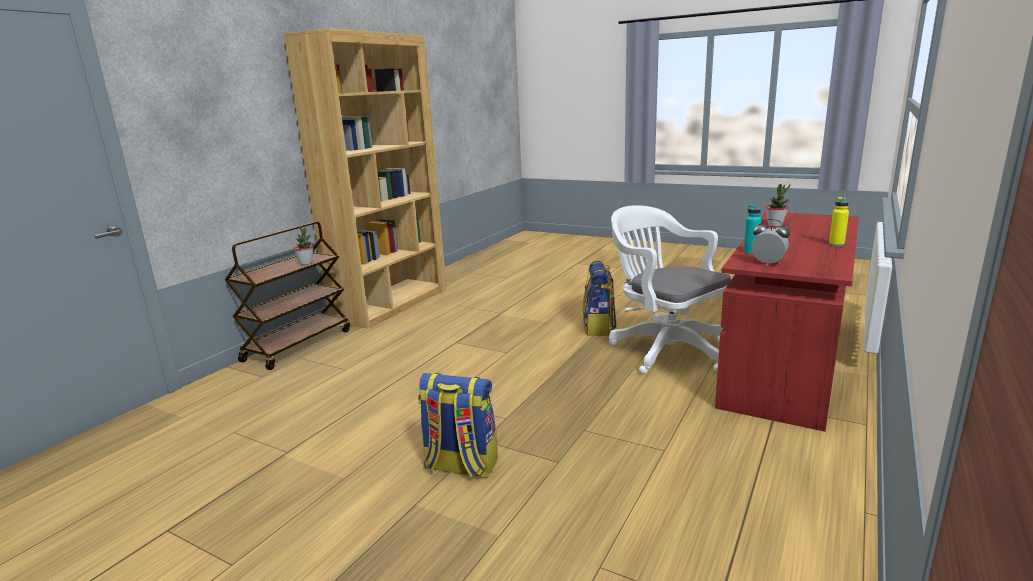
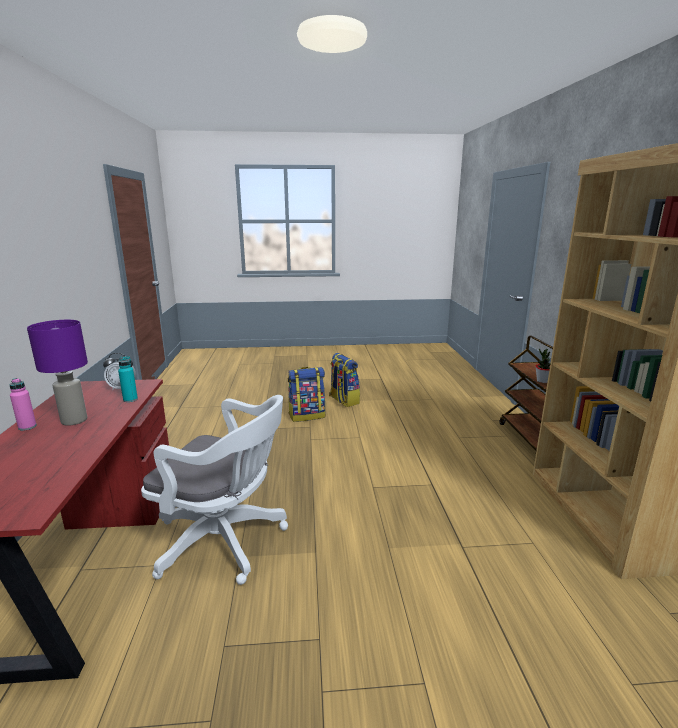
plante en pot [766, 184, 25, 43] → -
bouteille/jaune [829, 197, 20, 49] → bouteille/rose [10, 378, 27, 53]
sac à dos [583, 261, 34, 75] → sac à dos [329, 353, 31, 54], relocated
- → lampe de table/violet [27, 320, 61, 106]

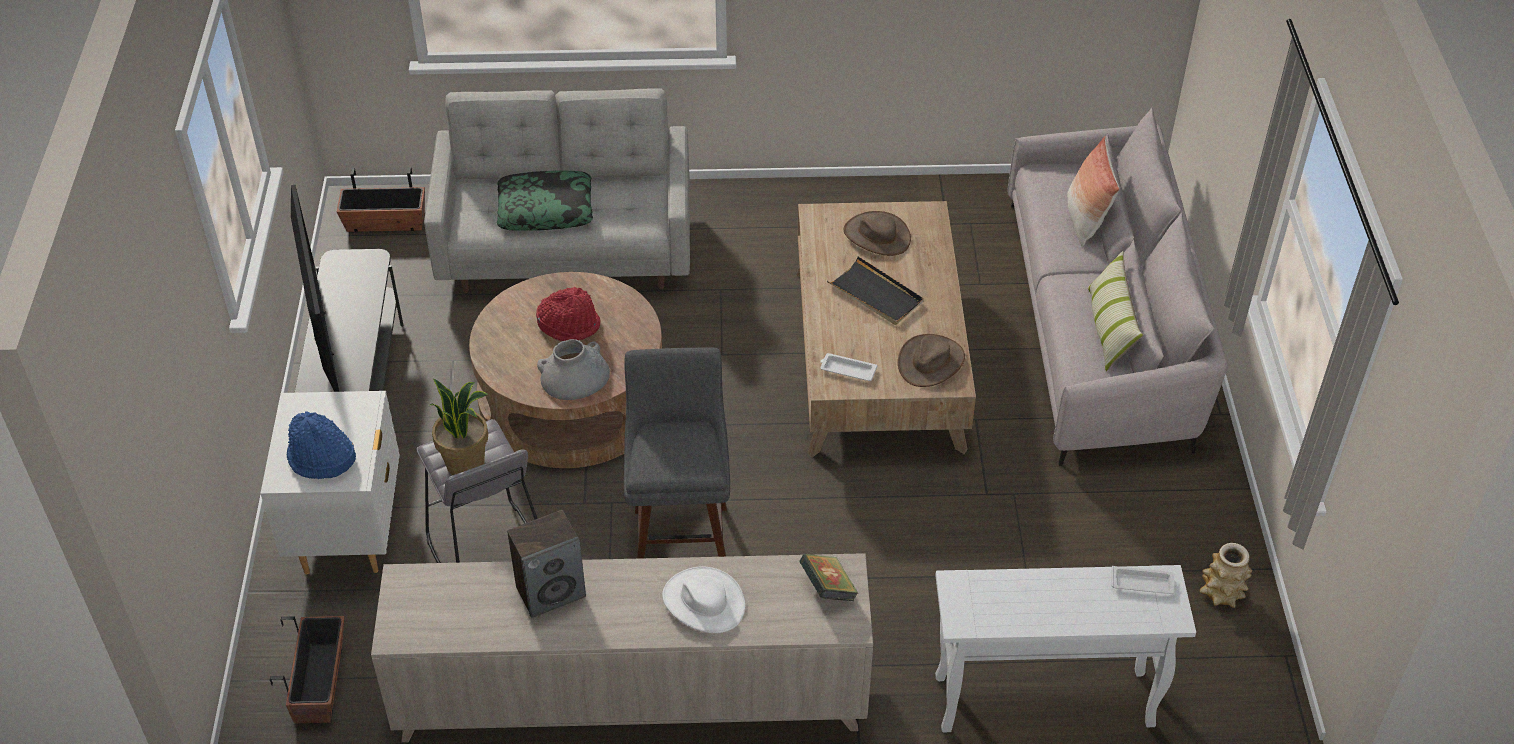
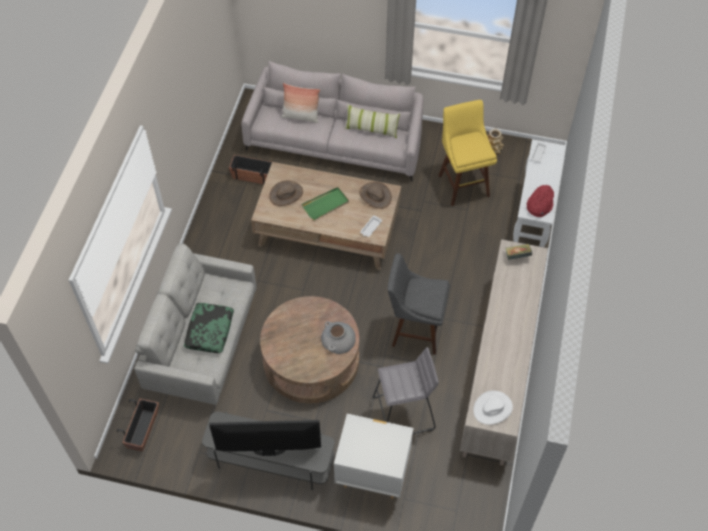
plateau/noir [827, 256, 97, 69] → plateau/vert [302, 187, 47, 33]
chapeau/rouge [536, 287, 65, 54] → chapeau/rouge [527, 185, 27, 32], relocated
plante en pot [430, 378, 58, 97] → -
chapeau/bleu [287, 411, 69, 68] → -
enceinte [507, 510, 79, 108] → -
chapeau/blanc [662, 567, 83, 66] → chapeau/blanc [473, 391, 40, 34], relocated
cache-pot [270, 616, 74, 107] → cache-pot [229, 155, 43, 29], relocated
- → tabouret/jaune [438, 100, 59, 106]

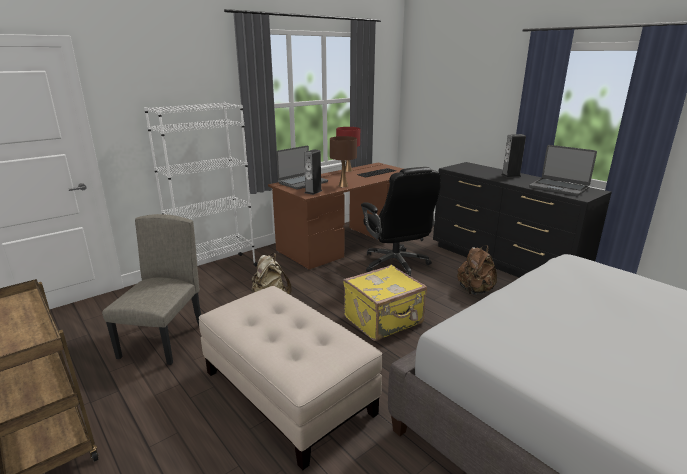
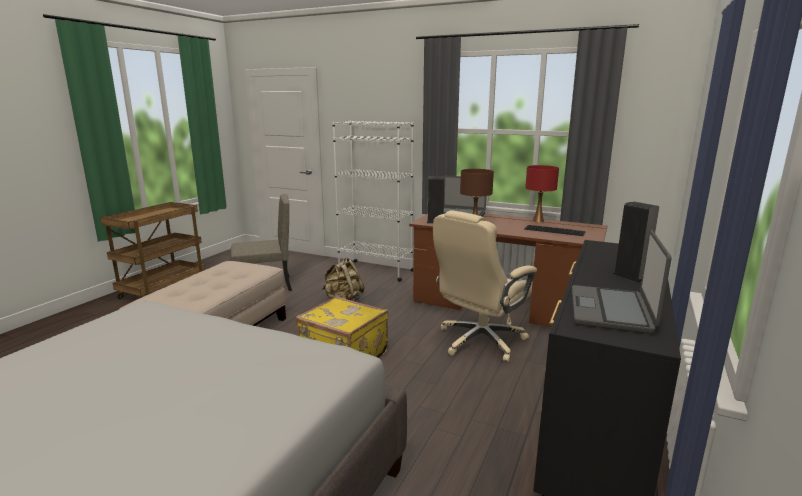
chaise de bureau/noir [361, 167, 80, 110] → chaise de bureau/beige [433, 211, 104, 151]
sac à dos/marron [457, 245, 40, 50] → -

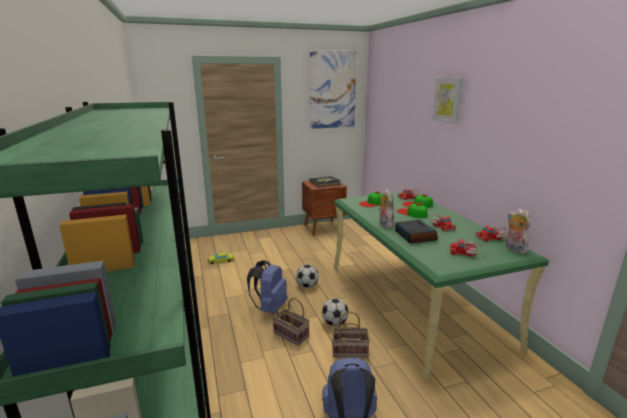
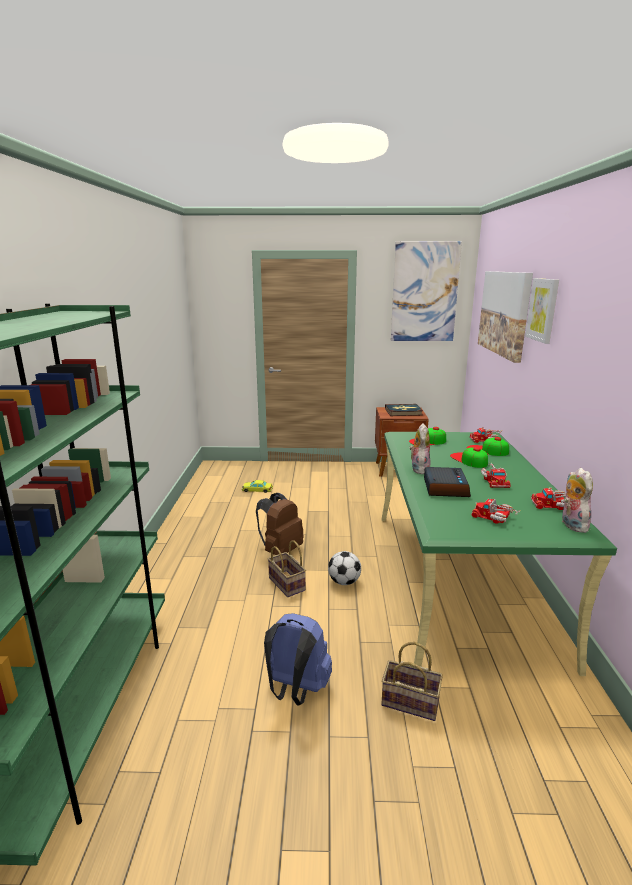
sac à dos/bleu [247, 260, 41, 54] → sac à dos/marron [256, 493, 48, 62]
ballon de foot [296, 265, 23, 23] → -
panier [332, 311, 38, 47] → panier [381, 642, 62, 79], relocated
- → tableau [478, 271, 55, 92]

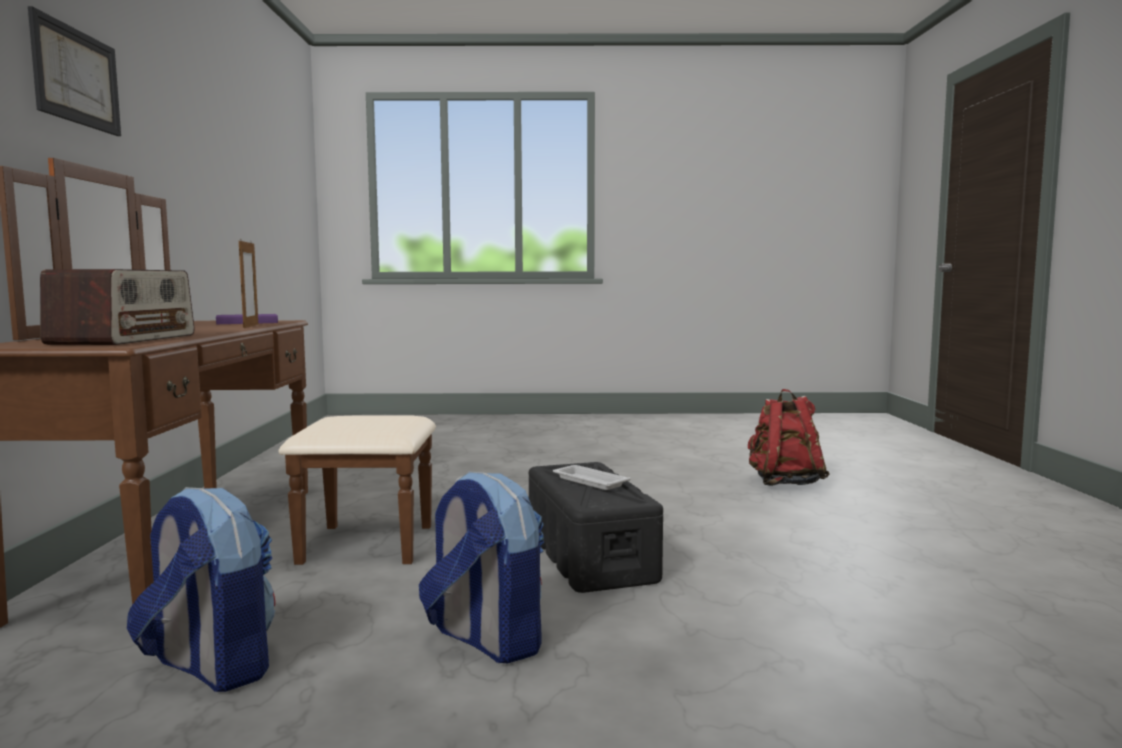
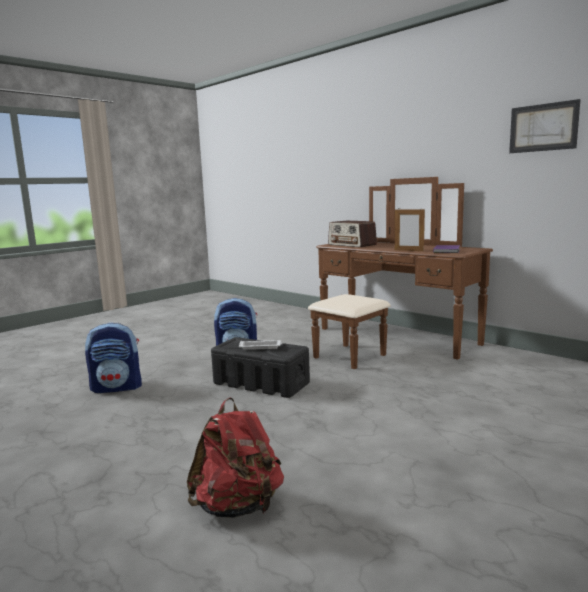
tableau [28, 6, 93, 130] → tableau [509, 99, 72, 54], relocated
sac à dos [127, 487, 148, 205] → sac à dos [85, 323, 57, 70], relocated

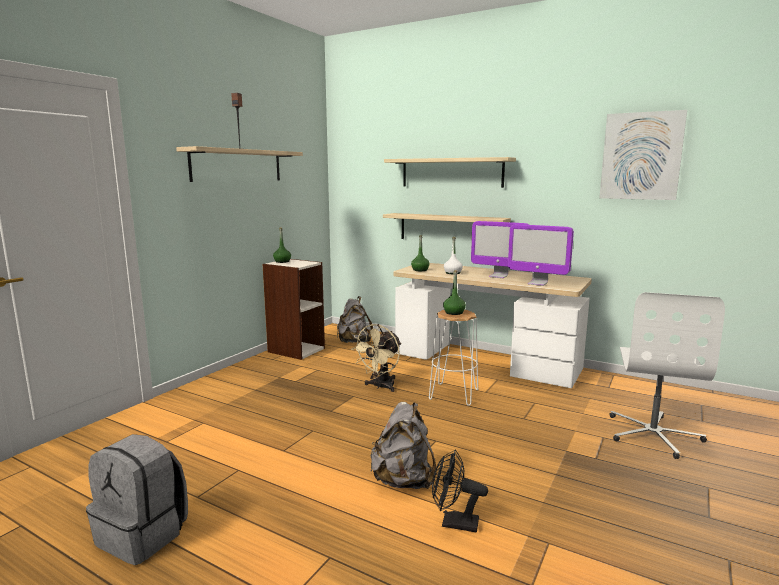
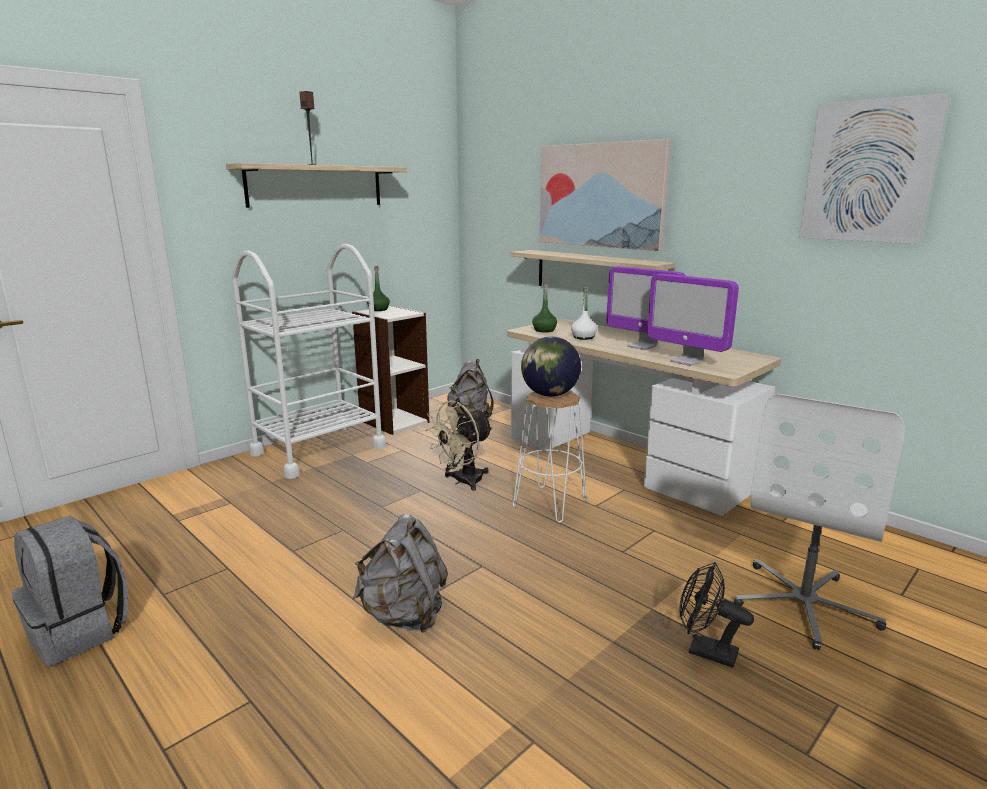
étagère [384, 157, 132, 31] → tableau [539, 139, 132, 112]
bouteille/vert [443, 270, 23, 45] → globe [521, 337, 60, 60]
ventilateur/noir [432, 450, 56, 83] → ventilateur/noir [679, 562, 75, 106], relocated
- → chariot/blanc [232, 244, 155, 235]

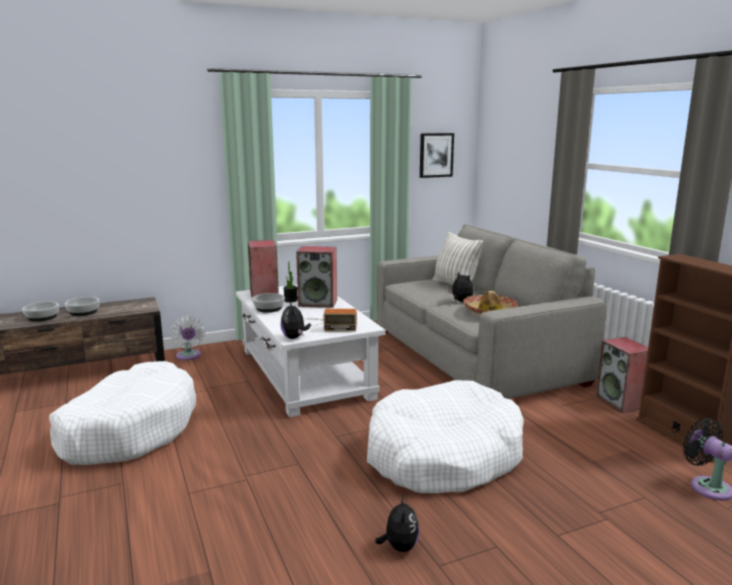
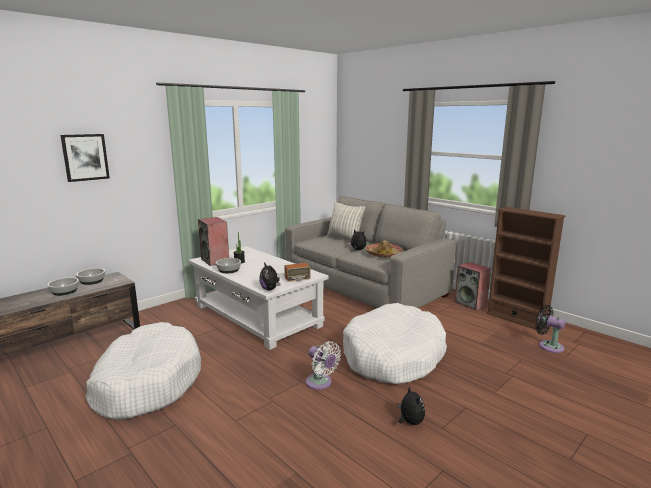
tableau [420, 133, 34, 45] → tableau [60, 134, 50, 48], relocated
enceinte [296, 246, 41, 62] → -
bol [22, 302, 37, 20] → bol [76, 268, 29, 17], relocated
ventilateur/blanc [170, 316, 35, 44] → ventilateur/blanc [305, 341, 36, 49], relocated

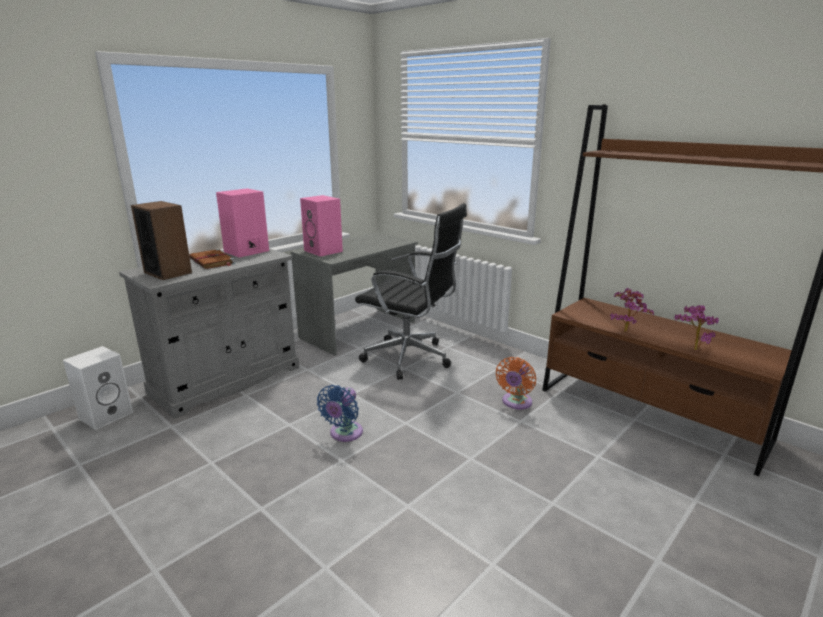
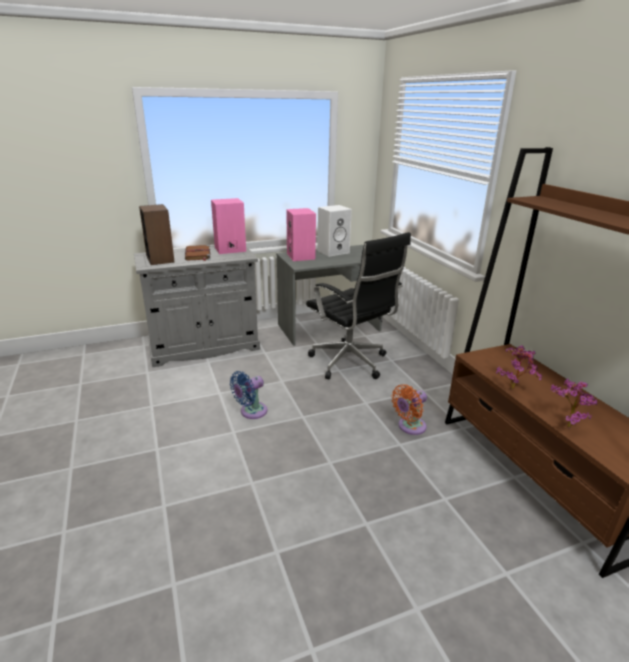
enceinte/blanc [63, 346, 70, 84] → enceinte/blanc [317, 205, 35, 52], relocated

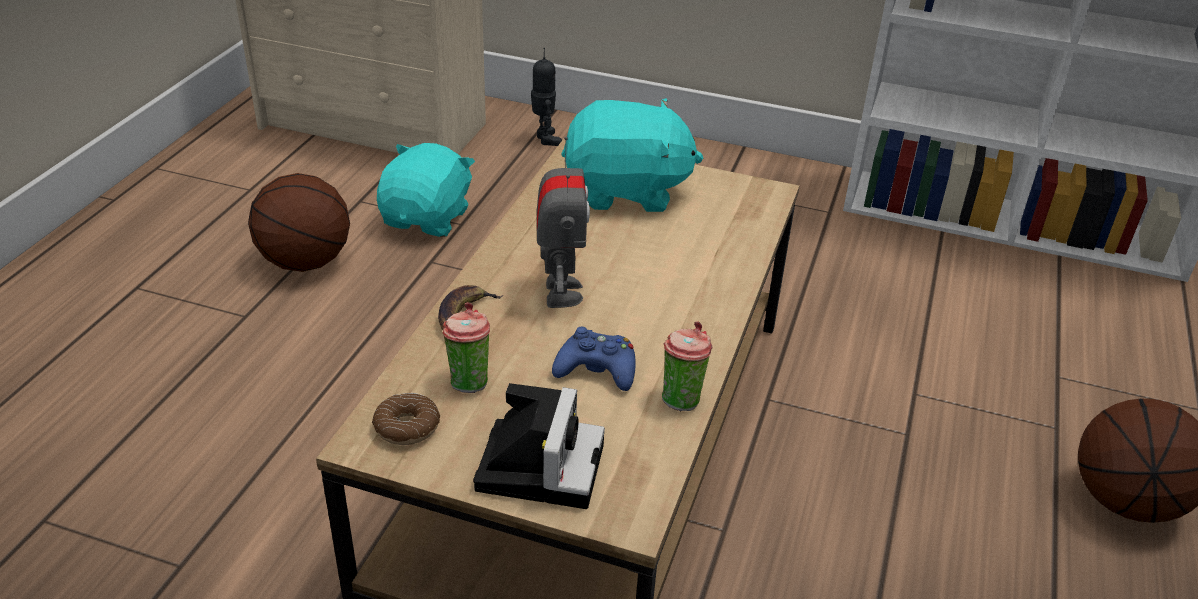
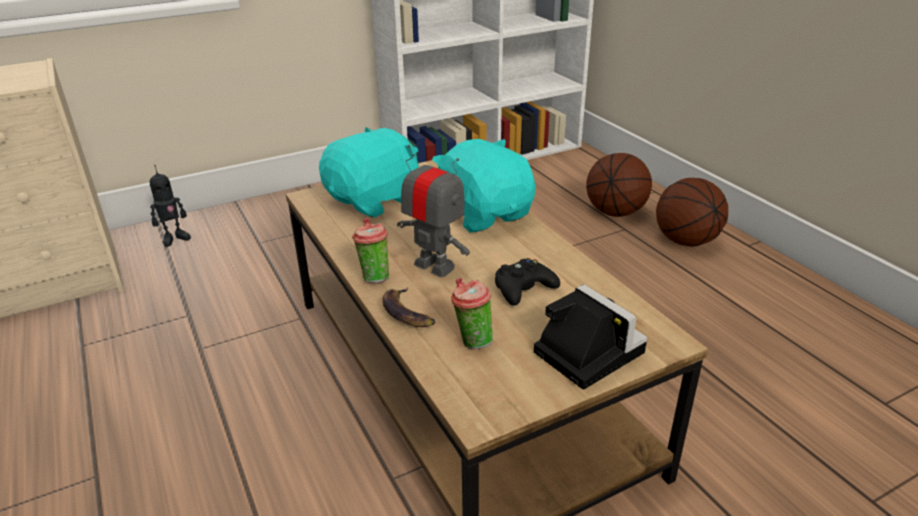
robot jouet [531, 48, 31, 98] → robot jouet [150, 165, 41, 82], 120 degrees clockwise
peluche/turquoise [377, 143, 98, 94] → peluche/turquoise [432, 139, 104, 93], relocated
ballon de basket [248, 173, 102, 99] → ballon de basket [586, 153, 66, 64], relocated
tasse [662, 321, 50, 90] → tasse [352, 218, 37, 65], relocated
manette/bleu [552, 327, 84, 64] → manette/noir [495, 258, 65, 48]
beignet [372, 393, 68, 52] → -

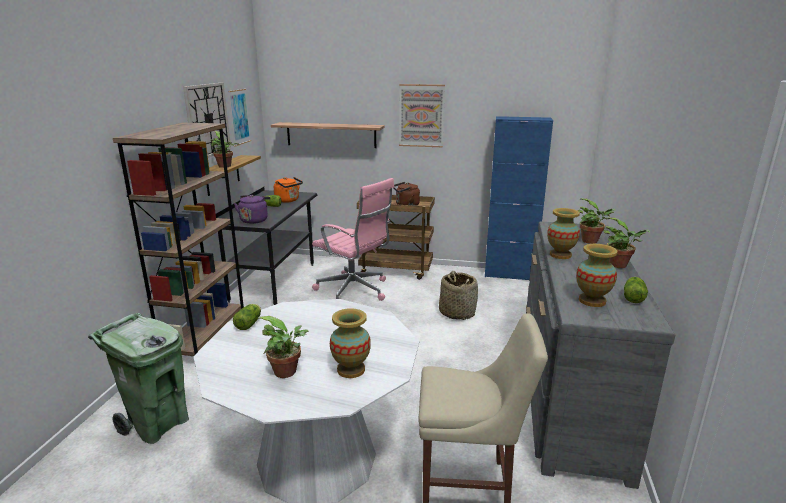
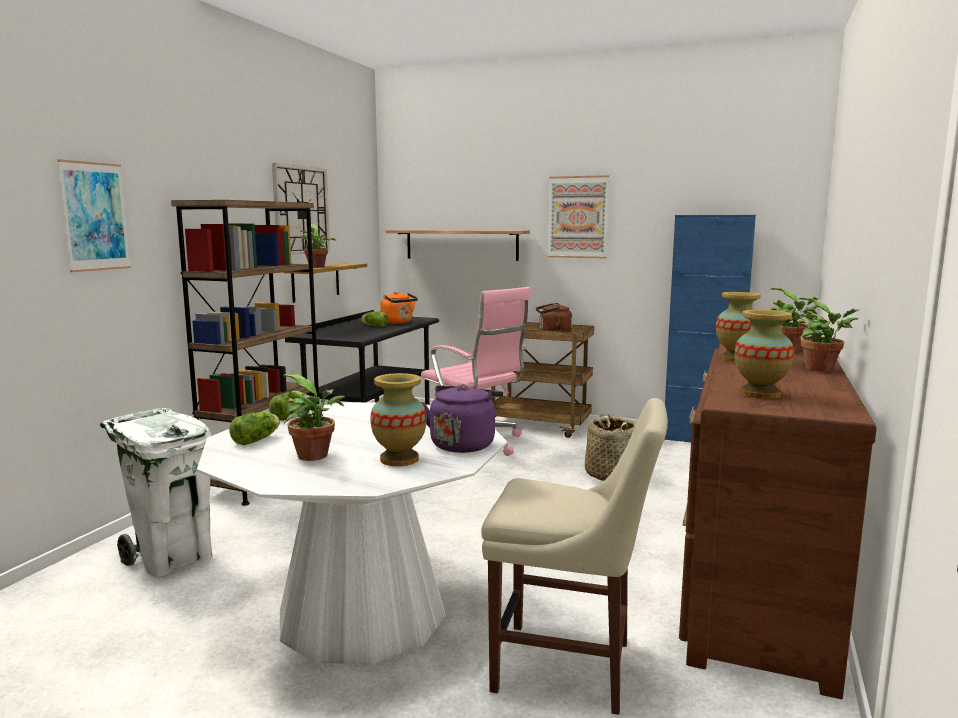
tableau [228, 89, 23, 57] → tableau [57, 159, 74, 113], relocated
bouilloire/violet [234, 195, 36, 29] → bouilloire/violet [421, 384, 82, 69], relocated
commode/gris [526, 222, 149, 267] → commode/marron [679, 343, 198, 356]
laitue [624, 277, 24, 26] → laitue [229, 412, 51, 33], relocated
poubelle/vert [88, 313, 101, 131] → poubelle/blanc [100, 408, 113, 169]

